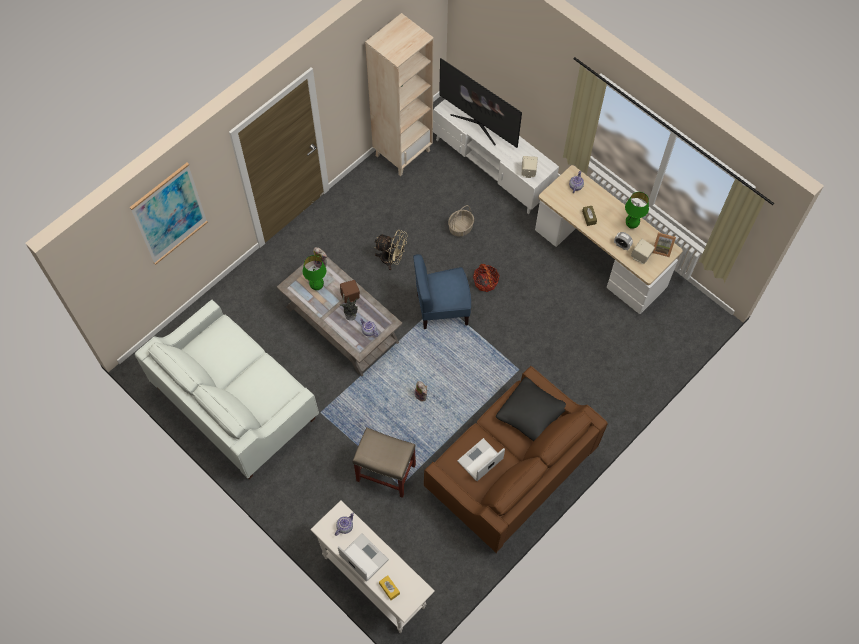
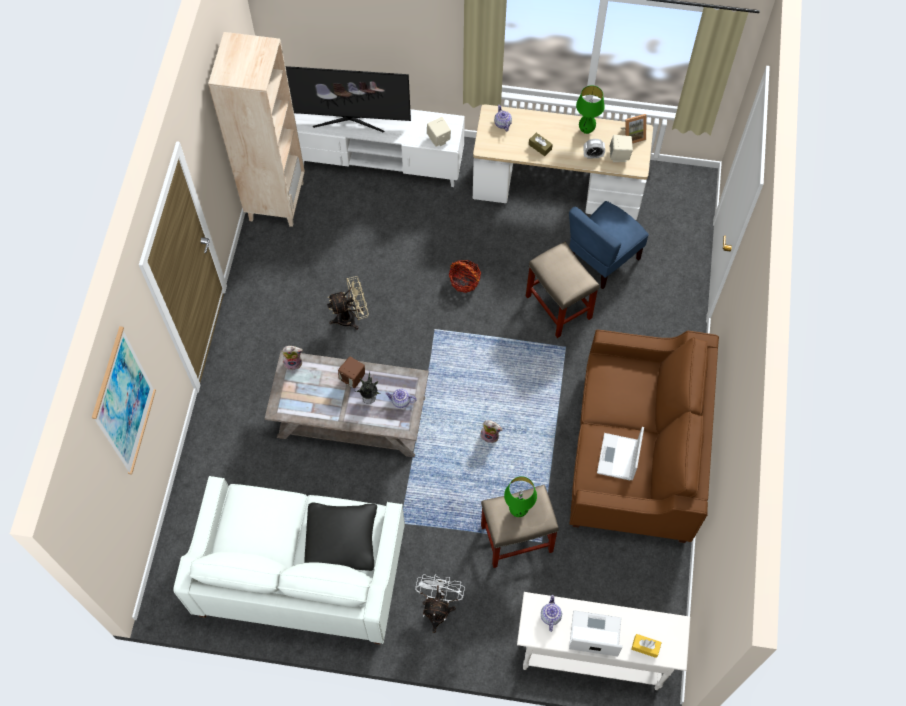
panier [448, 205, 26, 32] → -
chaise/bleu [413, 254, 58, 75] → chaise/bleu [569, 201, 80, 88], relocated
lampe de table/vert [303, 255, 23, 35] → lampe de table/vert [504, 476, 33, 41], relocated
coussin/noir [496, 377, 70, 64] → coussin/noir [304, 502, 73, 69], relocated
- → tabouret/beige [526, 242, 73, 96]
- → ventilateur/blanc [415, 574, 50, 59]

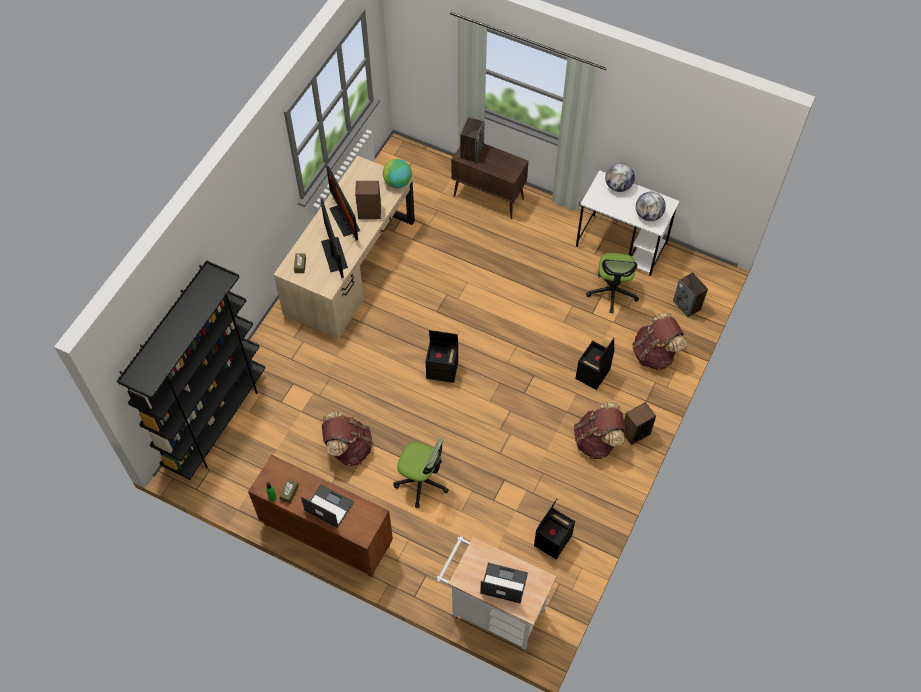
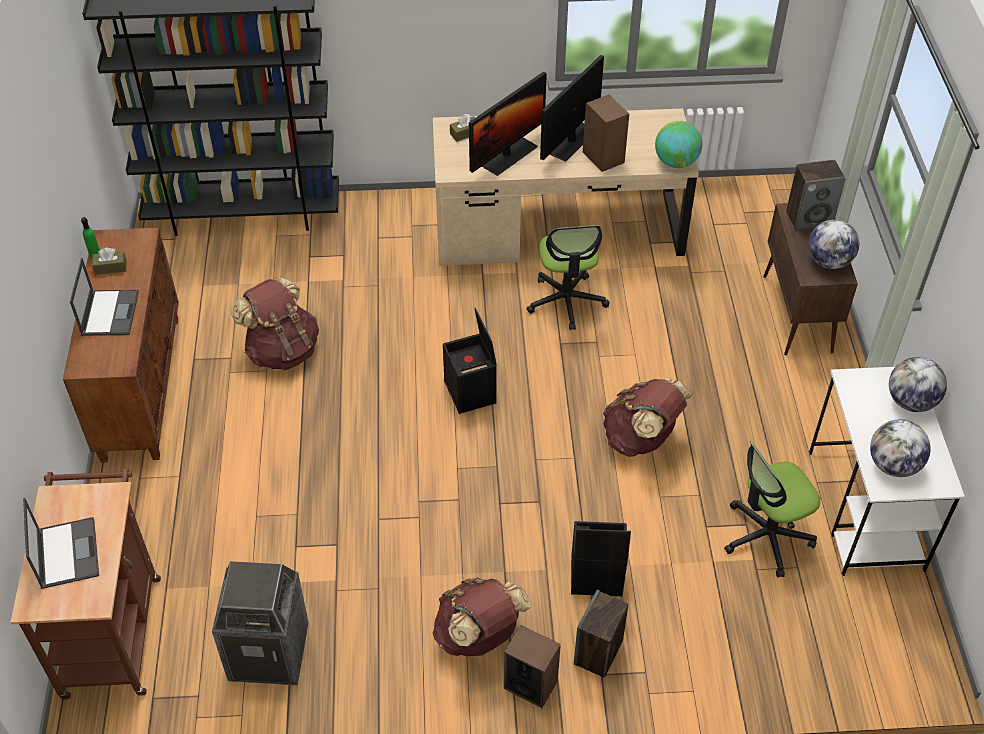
enceinte [673, 272, 35, 45] → enceinte [574, 590, 54, 88], relocated
sac à dos/marron [632, 313, 54, 57] → sac à dos/marron [603, 378, 90, 79], relocated
chaise de bureau [394, 437, 55, 71] → chaise de bureau [526, 225, 84, 105], relocated
boîte de rangement/noir [534, 499, 41, 61] → poubelle [212, 561, 97, 124]
chariot/blanc [436, 536, 121, 115] → chariot/marron [11, 468, 150, 232]
- → globe [808, 219, 51, 50]

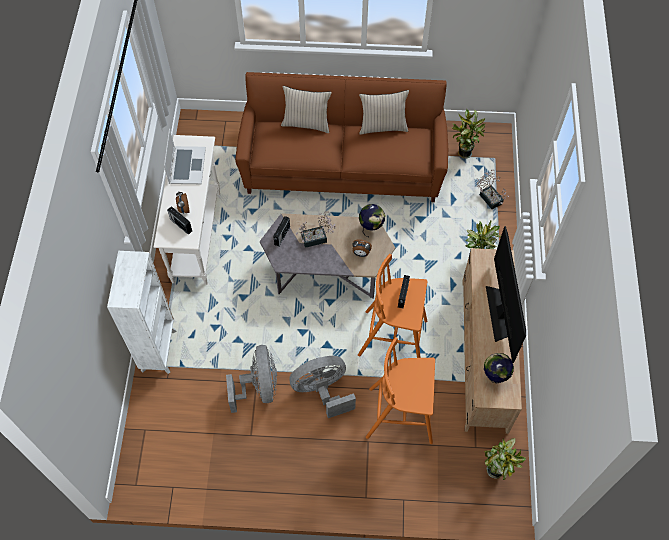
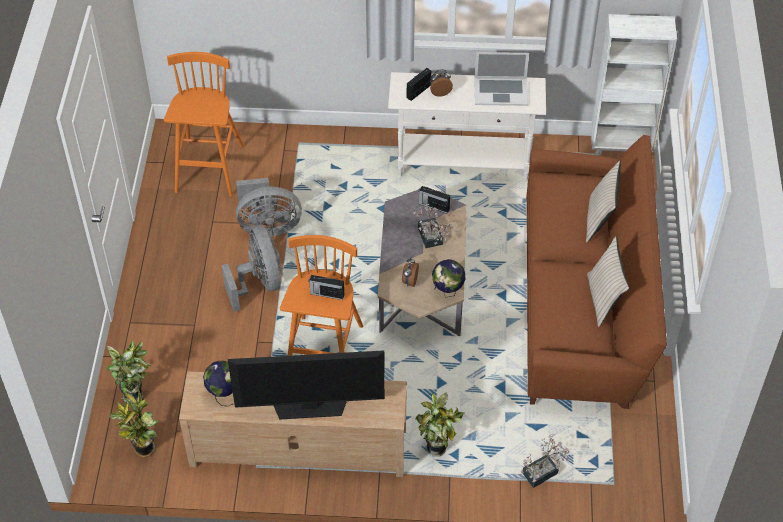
plante en pot [452, 109, 33, 50] → plante en pot [106, 341, 46, 62], relocated
bibliothèque/blanc [107, 251, 69, 123] → bibliothèque/blanc [591, 14, 86, 142], relocated
tabouret/orange [366, 337, 69, 107] → tabouret/orange [164, 52, 80, 145], relocated

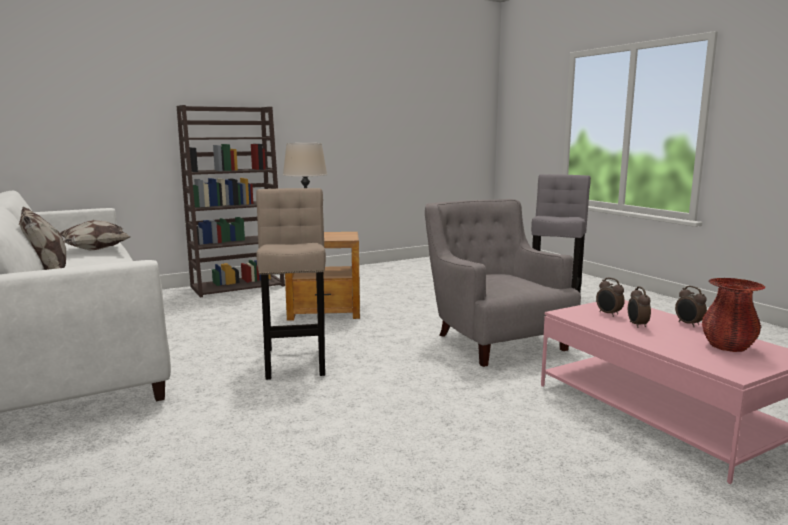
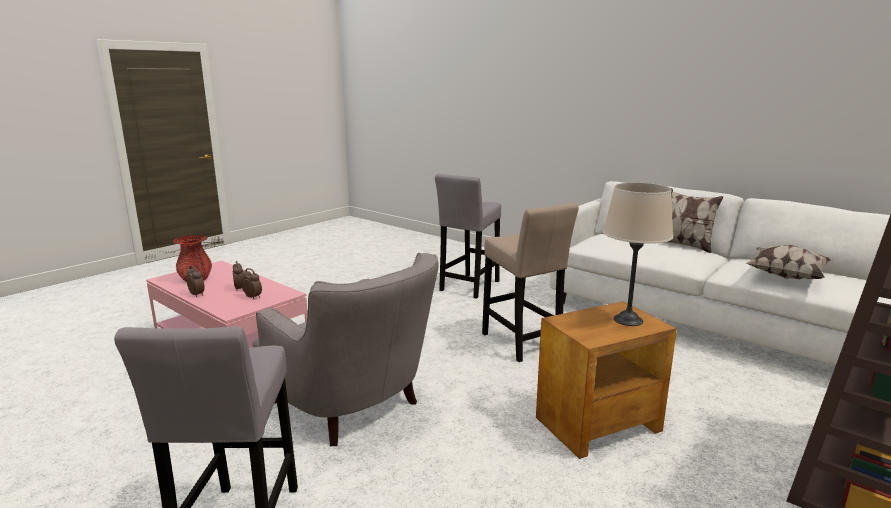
- → tabouret/gris [435, 174, 66, 125]

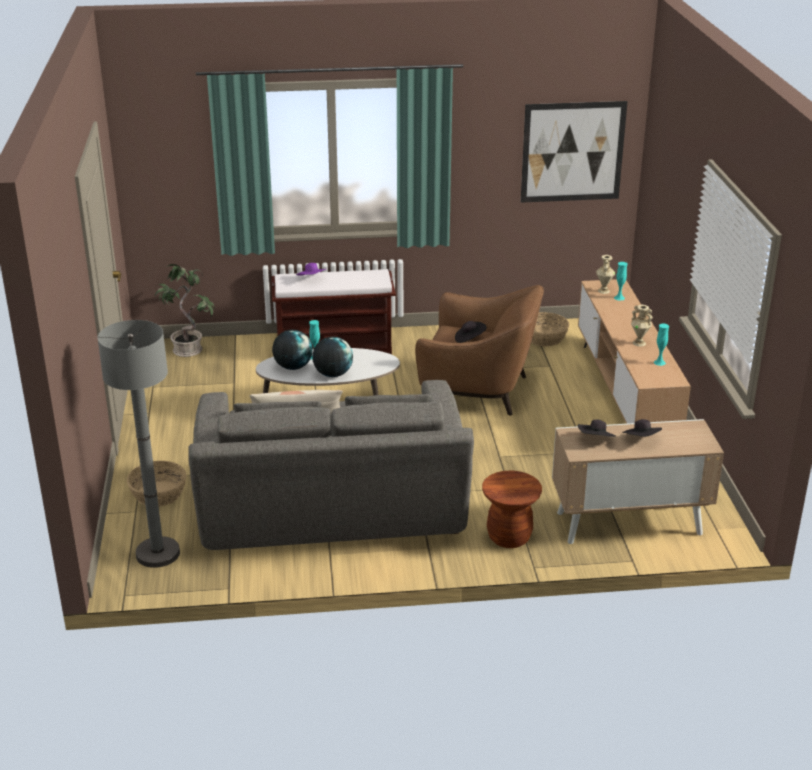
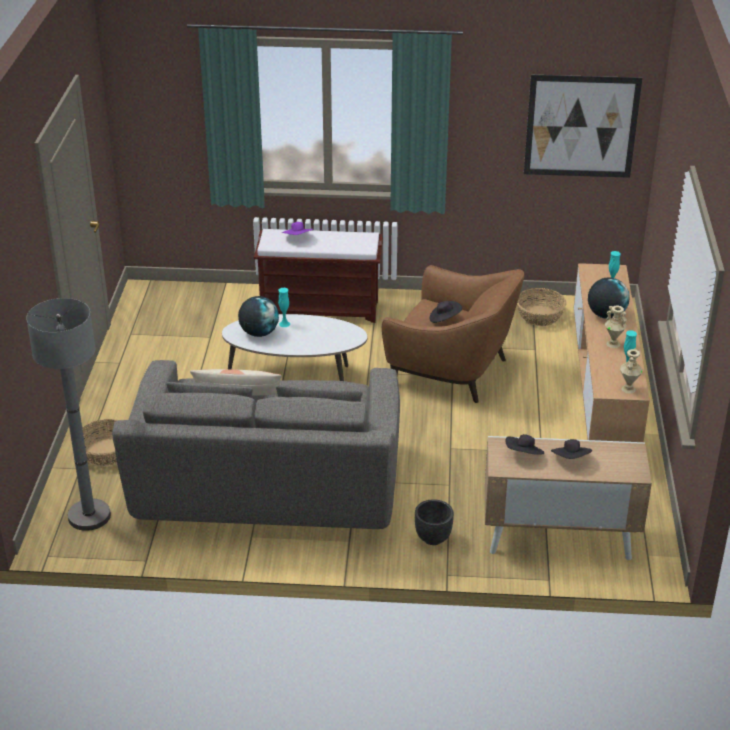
vase/beige [596, 255, 19, 39] → vase/beige [620, 348, 23, 46], relocated
plante en pot [155, 264, 60, 93] → -
globe [312, 337, 41, 40] → globe [588, 277, 41, 42], relocated
tabouret/marron [482, 470, 60, 78] → cache-pot/noir [415, 499, 39, 46]

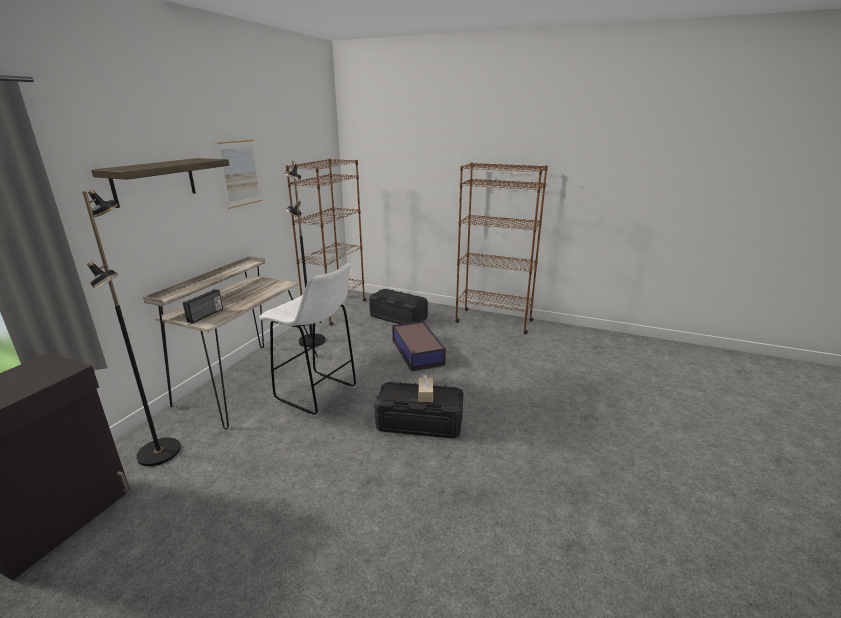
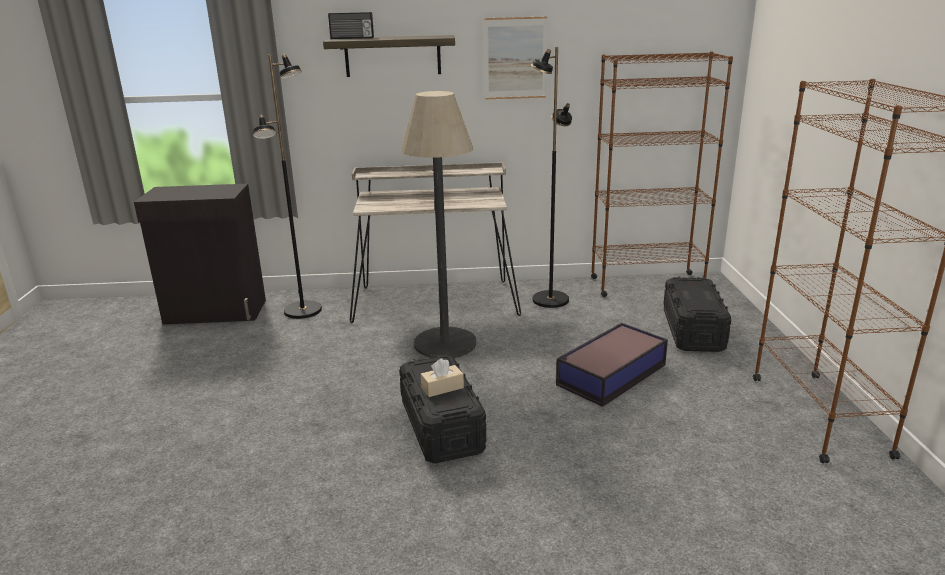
tabouret/blanc [259, 263, 97, 154] → lampadaire [401, 91, 75, 267]
radio [183, 289, 40, 35] → radio [328, 12, 46, 27], relocated

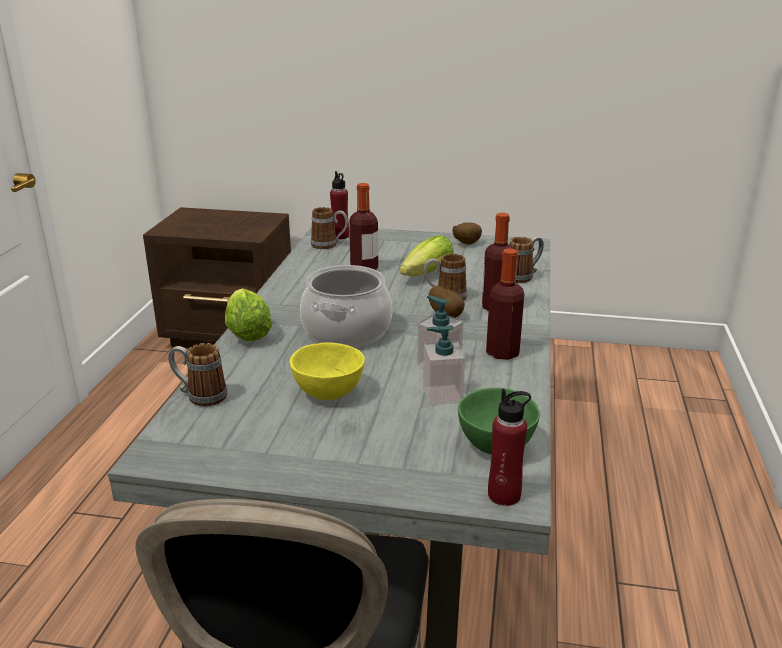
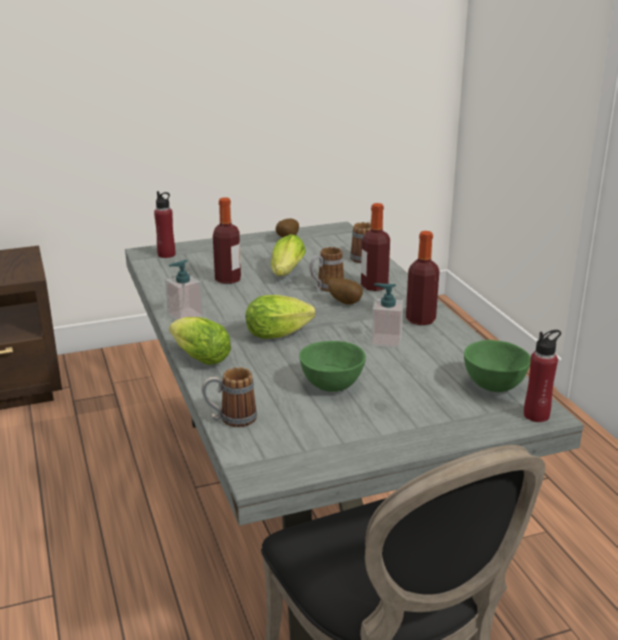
mug [311, 207, 37, 42] → -
marmite [300, 265, 92, 82] → laitue [246, 295, 70, 44]
distributeur de savon [423, 325, 42, 80] → distributeur de savon [165, 260, 38, 60], relocated
bol/jaune [290, 342, 75, 58] → bol/vert [299, 341, 67, 51]

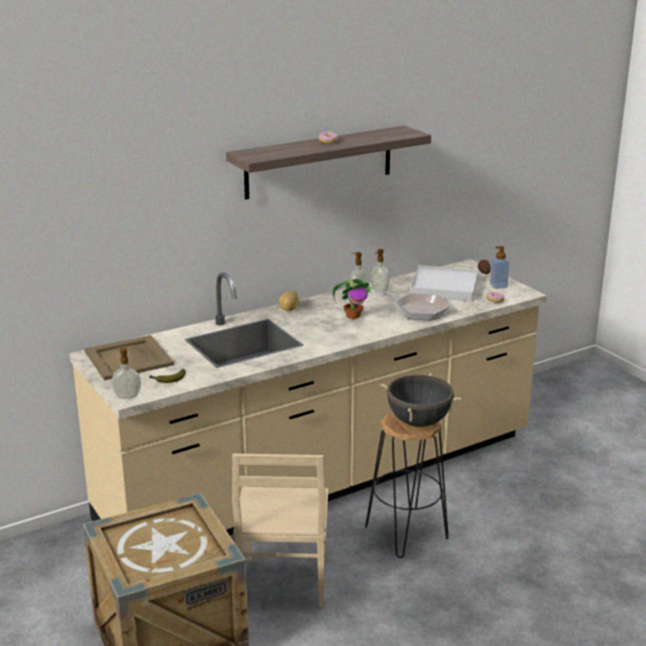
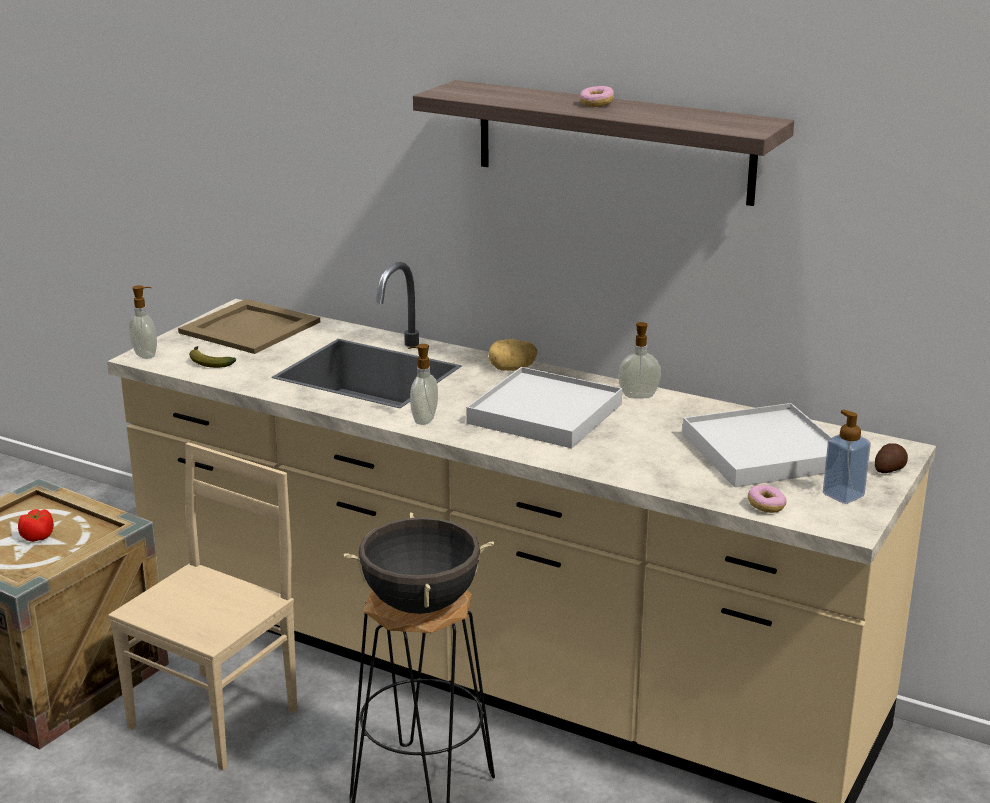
distributeur de savon [370, 249, 20, 42] → distributeur de savon [408, 344, 30, 81], relocated
plante en pot [332, 279, 42, 40] → plateau/blanc [466, 367, 156, 81]
poêle [375, 289, 75, 31] → -
chaise/beige [232, 454, 96, 153] → chaise/beige [108, 442, 189, 329], 150 degrees clockwise
- → tomate [18, 509, 36, 33]

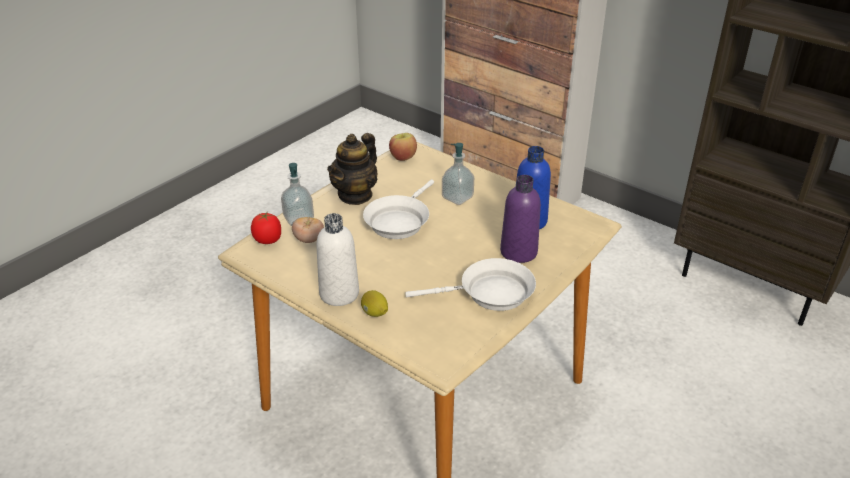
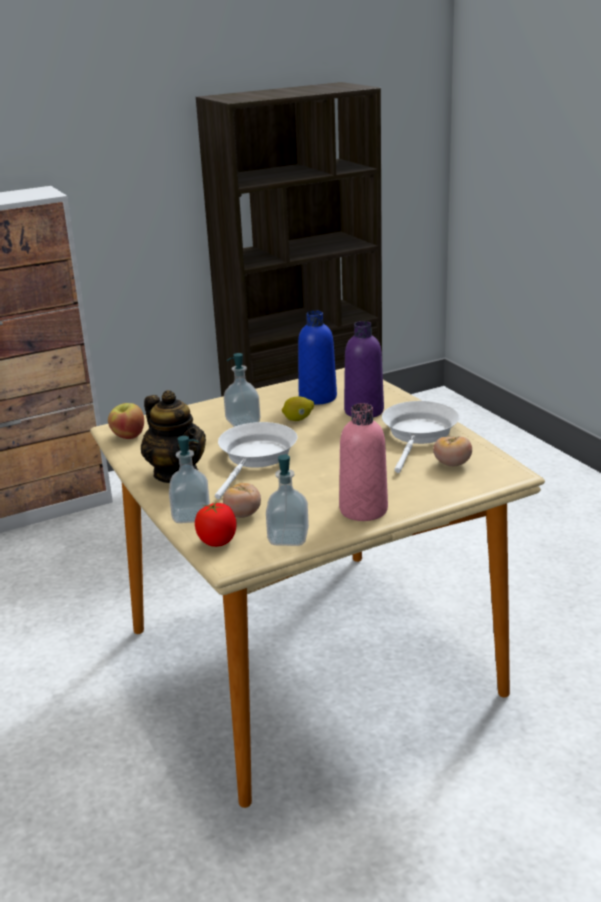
poêle/blanc [363, 180, 71, 59] → poêle/blanc [215, 422, 83, 77], 120 degrees counterclockwise
bouteille/blanc [316, 213, 43, 93] → bouteille/rose [339, 403, 49, 118]
citron [361, 290, 27, 27] → citron [282, 396, 32, 25], relocated
- → tomate [433, 436, 39, 30]
- → distributeur de savon [266, 454, 43, 92]

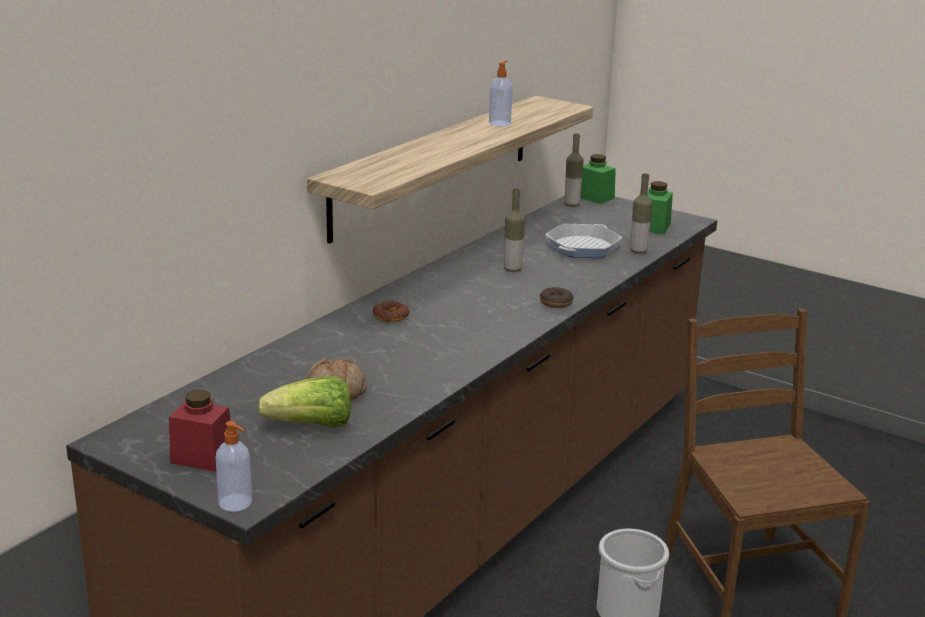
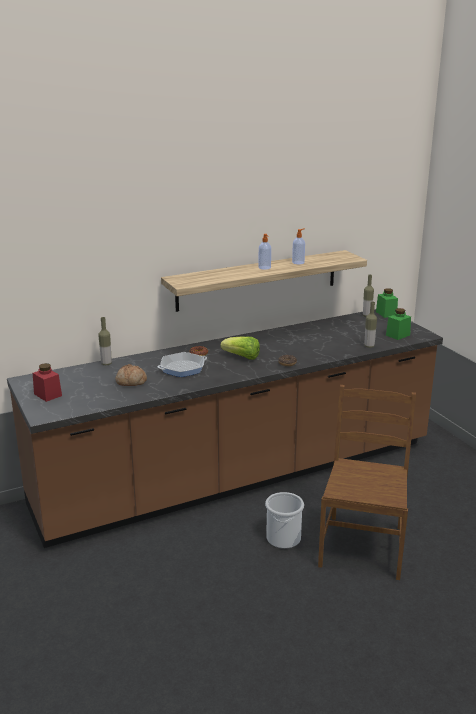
bouteille [504, 189, 21, 83] → bouteille [98, 317, 14, 48], relocated
poêle [545, 224, 77, 34] → poêle [157, 352, 50, 25], relocated
laitue [258, 376, 93, 52] → laitue [221, 337, 39, 23], relocated
distributeur de savon [216, 421, 36, 91] → distributeur de savon [258, 234, 13, 36], relocated

